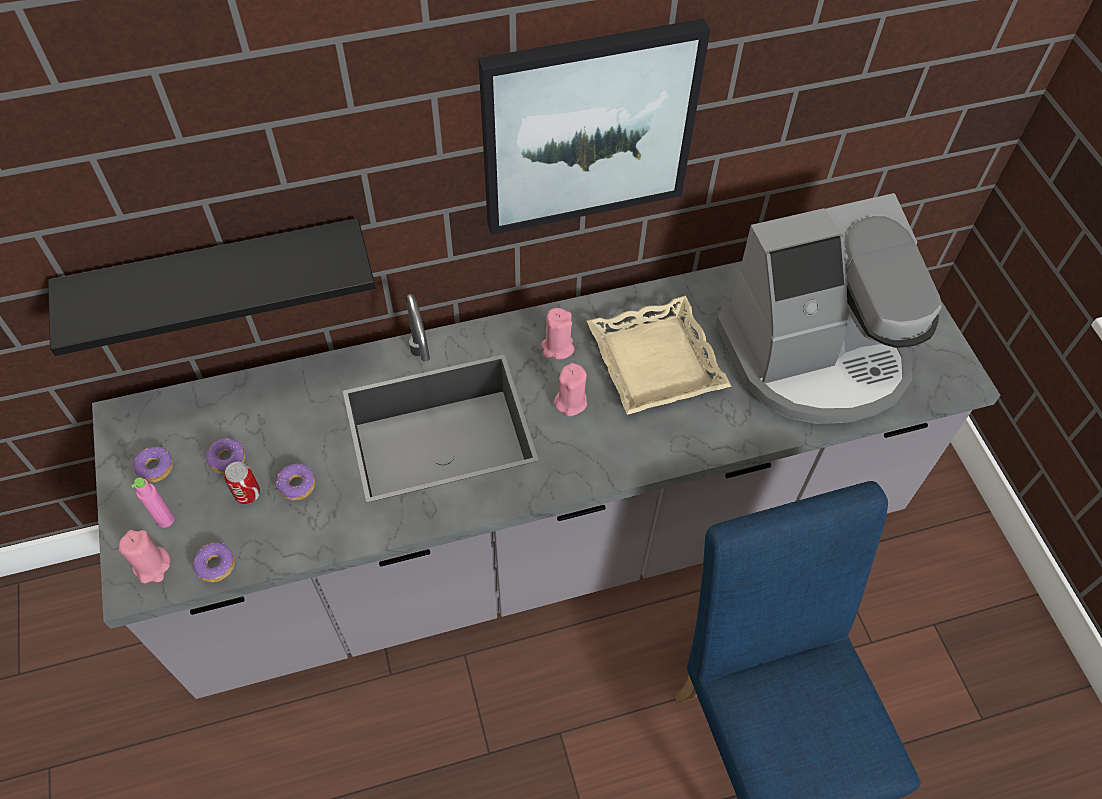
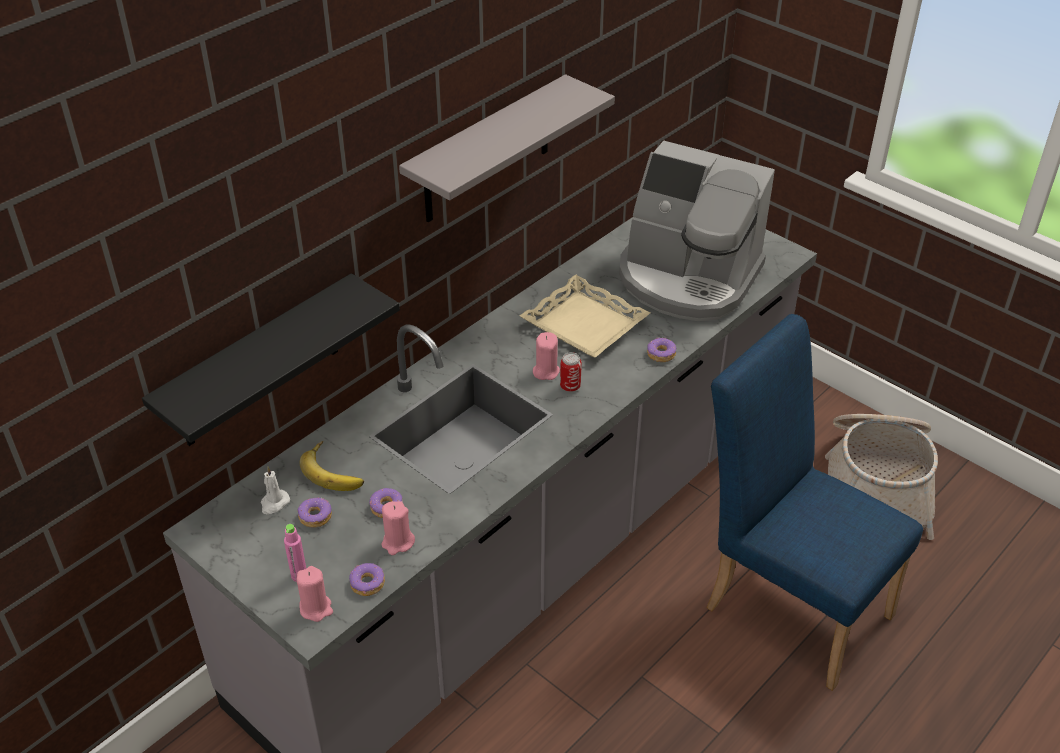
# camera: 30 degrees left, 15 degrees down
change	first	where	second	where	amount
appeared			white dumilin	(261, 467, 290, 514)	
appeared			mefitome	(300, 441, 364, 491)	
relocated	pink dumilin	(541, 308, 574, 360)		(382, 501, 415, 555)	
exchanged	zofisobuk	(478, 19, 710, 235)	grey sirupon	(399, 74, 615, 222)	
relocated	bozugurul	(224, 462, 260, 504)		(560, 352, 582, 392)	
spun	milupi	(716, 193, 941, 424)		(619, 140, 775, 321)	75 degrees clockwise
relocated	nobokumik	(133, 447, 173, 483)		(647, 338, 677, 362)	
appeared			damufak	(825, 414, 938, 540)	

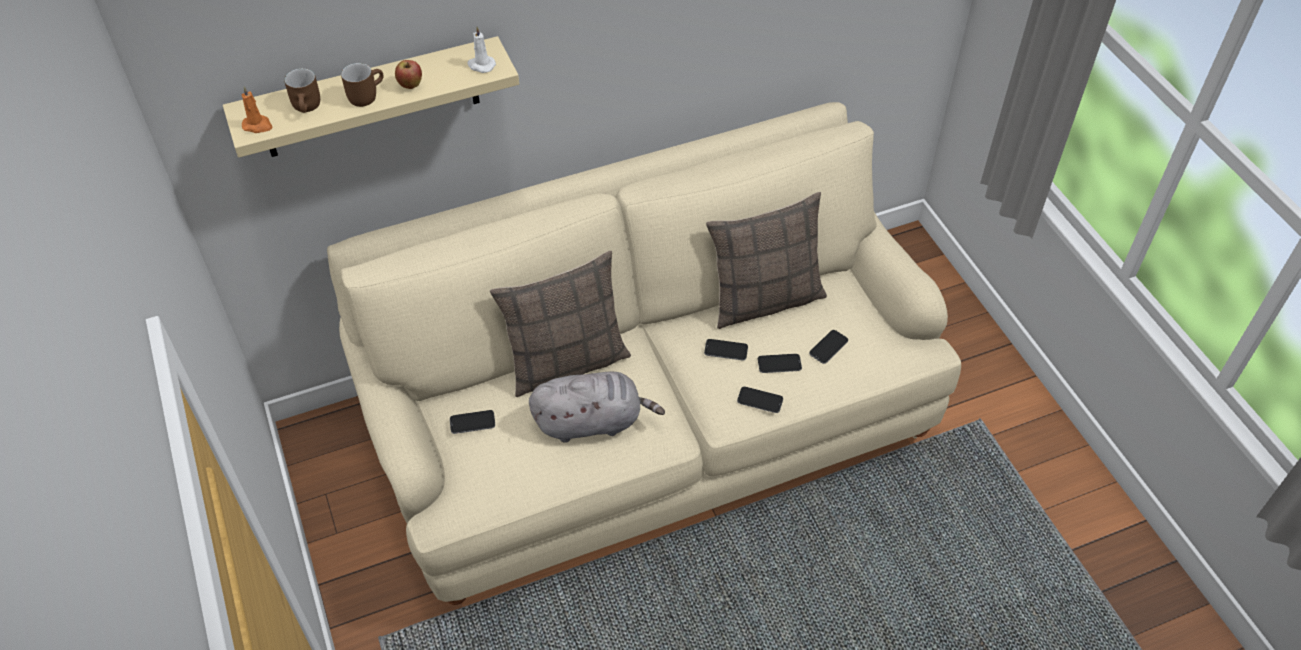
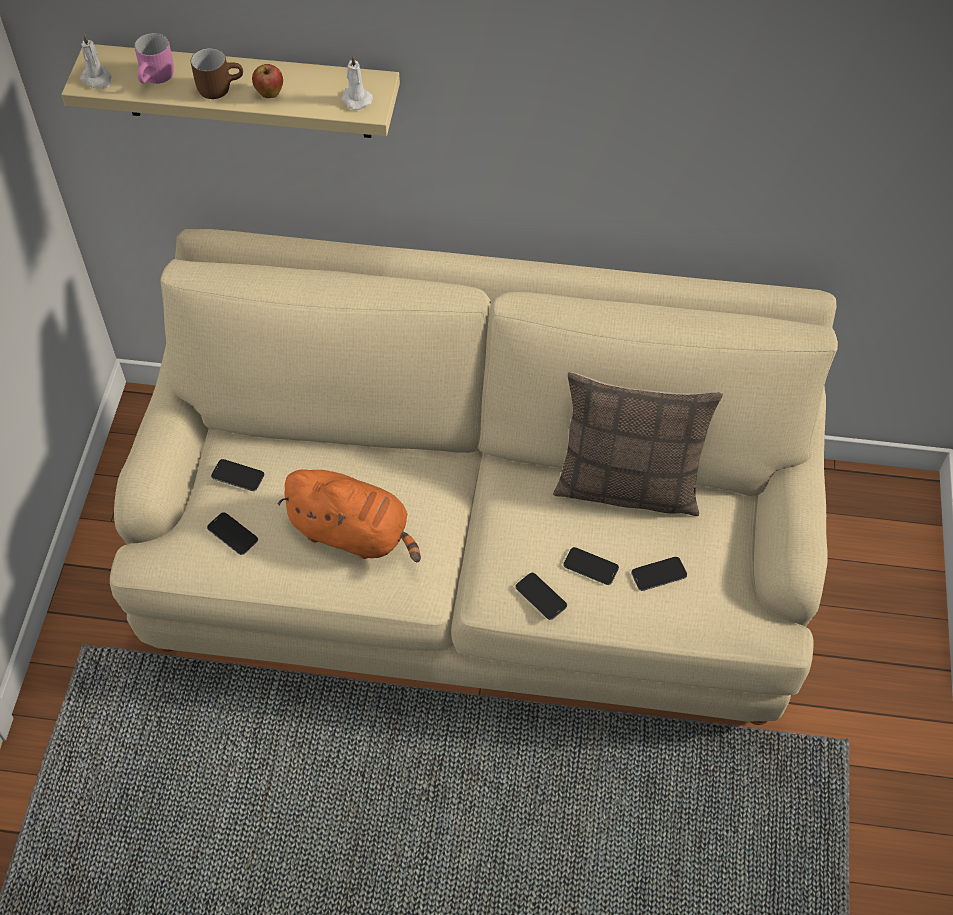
# camera: 30 degrees right, 5 degrees up
change	first	where	second	where	amount
colour	orange dumilin	(242, 86, 273, 133)	white dumilin	(80, 34, 112, 89)	
colour	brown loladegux	(284, 68, 320, 113)	pink loladegux	(134, 33, 174, 84)	
relocated	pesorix	(704, 339, 748, 360)		(207, 512, 258, 555)	
colour	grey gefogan	(529, 372, 665, 443)	orange gefogan	(278, 469, 421, 562)	
missing	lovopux	(490, 251, 631, 397)			

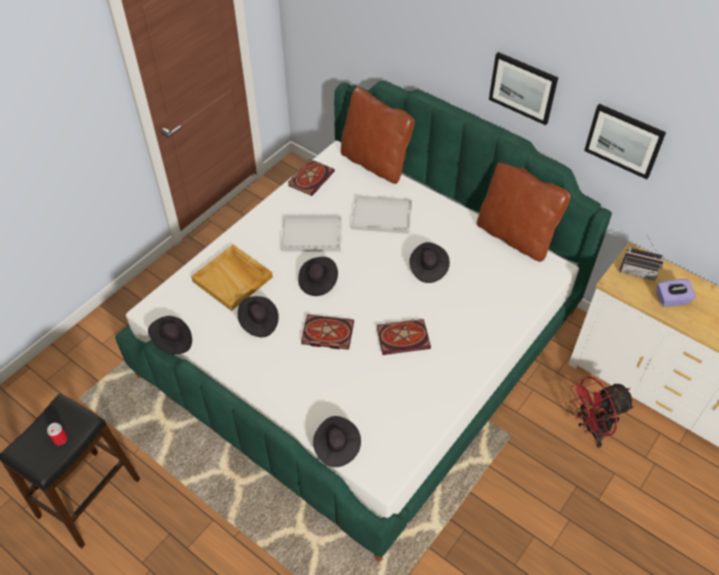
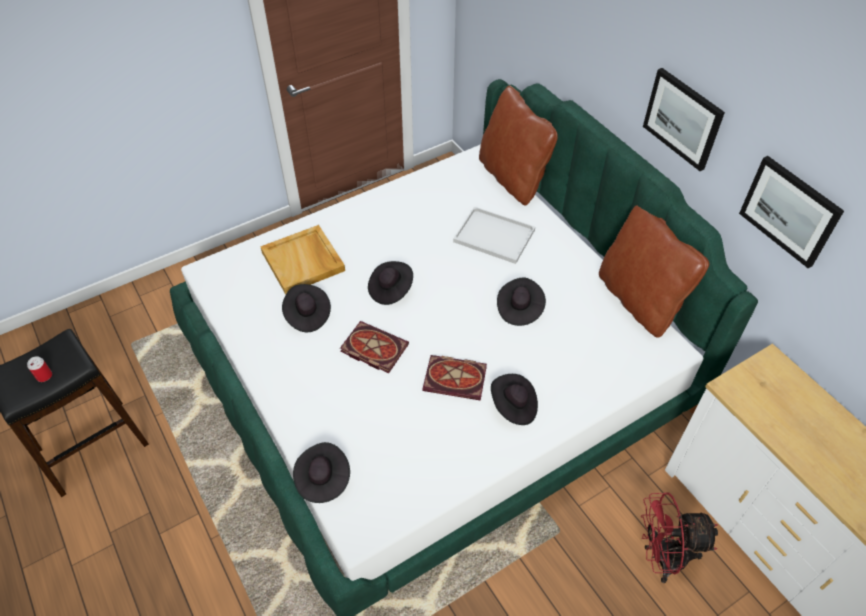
# camera: 20 degrees right, 0 degrees up
change	first	where	second	where	amount
relocated	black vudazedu	(148, 316, 192, 354)		(491, 374, 538, 425)	
missing	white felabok	(281, 216, 342, 251)			
missing	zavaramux	(288, 159, 335, 196)			
missing	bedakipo	(619, 237, 664, 281)			
missing	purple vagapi	(657, 279, 696, 307)			

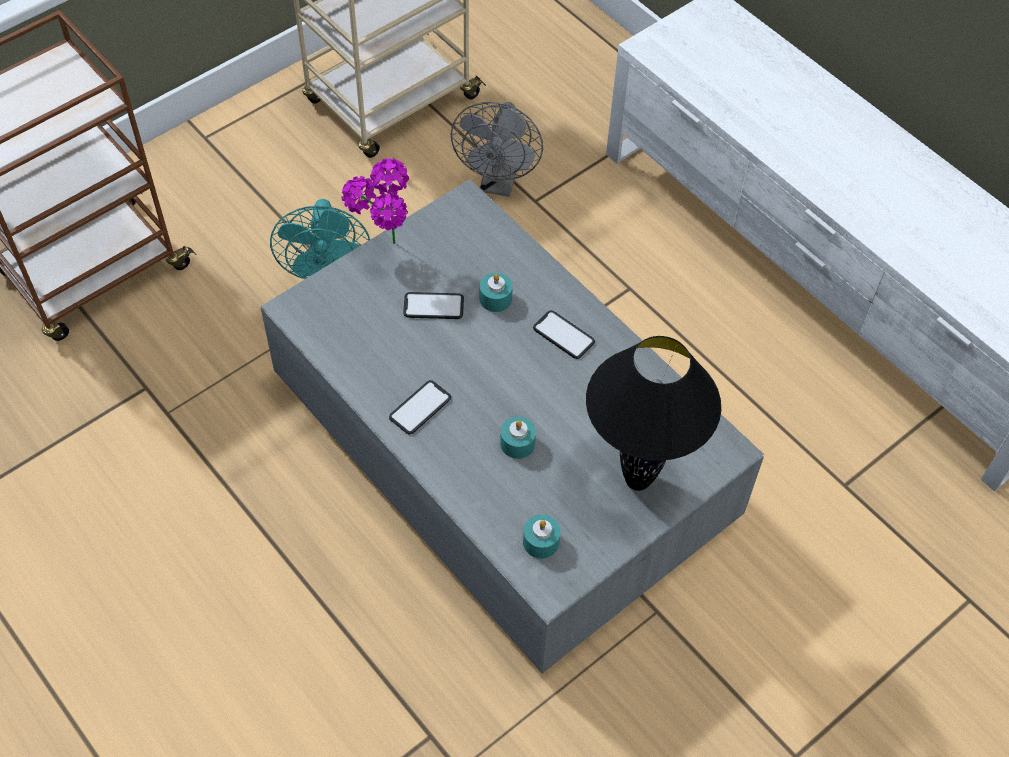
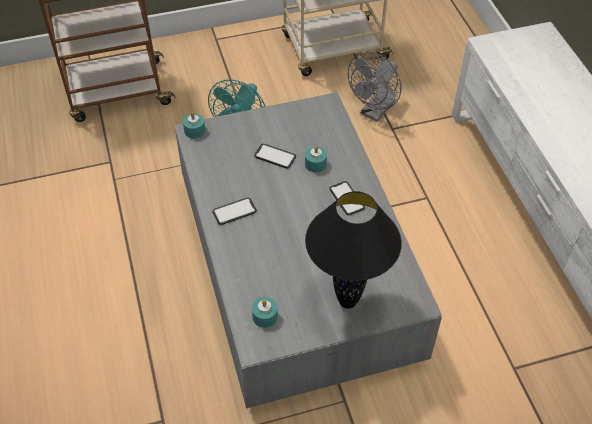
# camera: 25 degrees right, 5 degrees down
change	first	where	second	where	amount
relocated	turquoise dumilin	(500, 417, 536, 459)		(183, 112, 205, 139)	
missing	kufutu	(341, 158, 409, 244)			

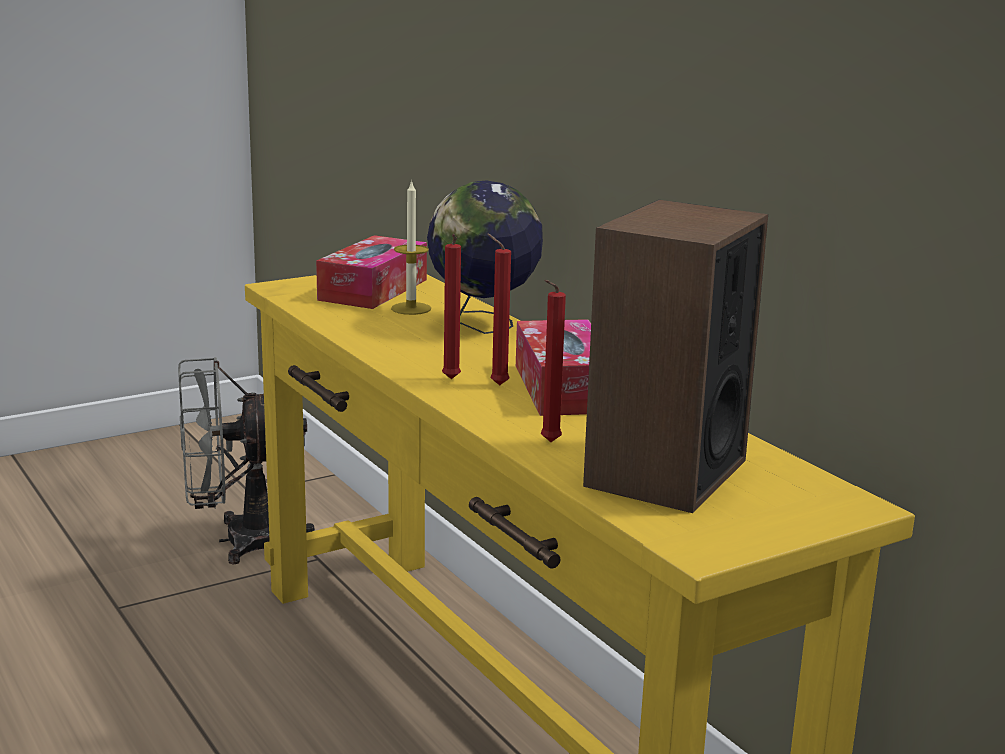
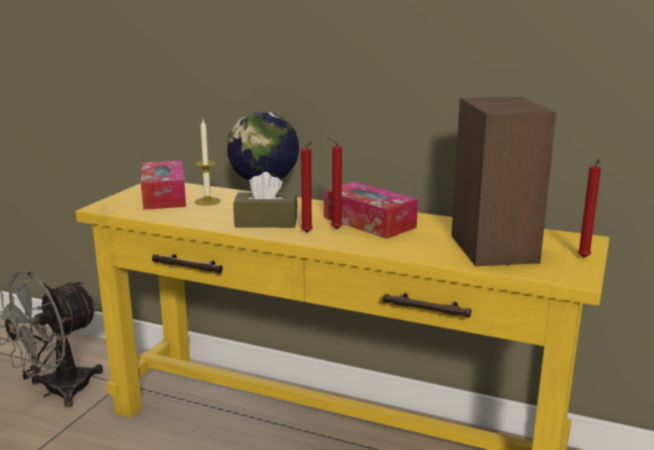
# camera: 35 degrees left, 0 degrees up
change	first	where	second	where	amount
appeared			brown vagapi	(233, 172, 298, 228)	
relocated	red dumilin	(541, 280, 566, 442)		(578, 159, 601, 258)	

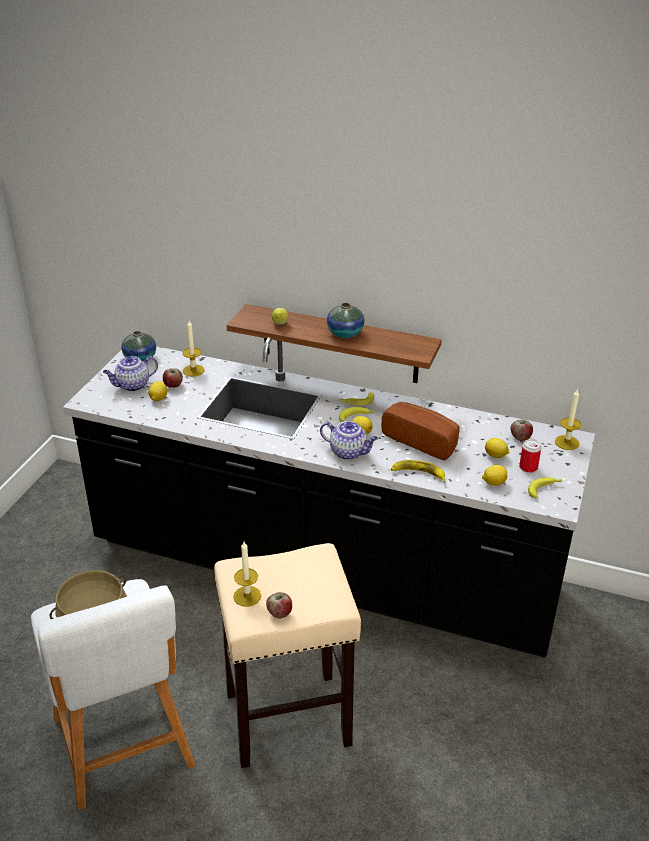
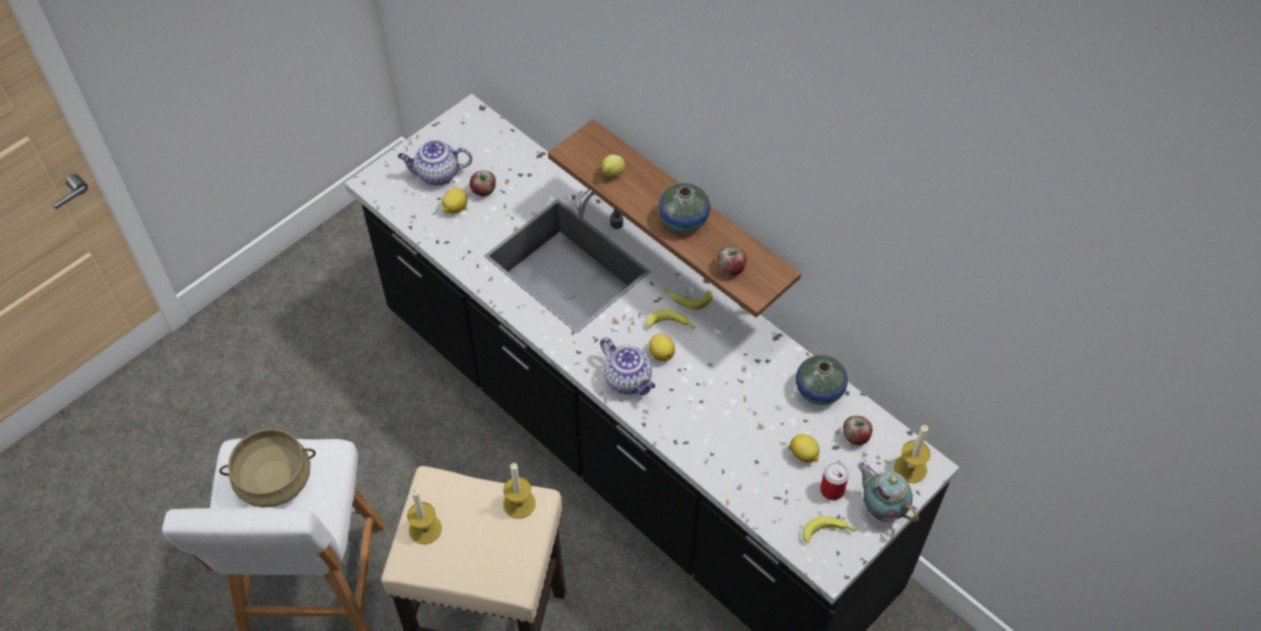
# camera: 25 degrees right, 20 degrees up
change	first	where	second	where	amount
relocated	dumilin	(183, 320, 204, 377)		(503, 462, 536, 519)	
relocated	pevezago	(266, 592, 292, 618)		(717, 246, 747, 276)	
relocated	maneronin	(121, 331, 156, 361)		(796, 355, 848, 405)	
appeared			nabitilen	(857, 462, 919, 522)	
missing	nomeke	(381, 402, 460, 461)			
missing	mefitome	(391, 460, 446, 483)			
missing	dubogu	(482, 465, 507, 486)			

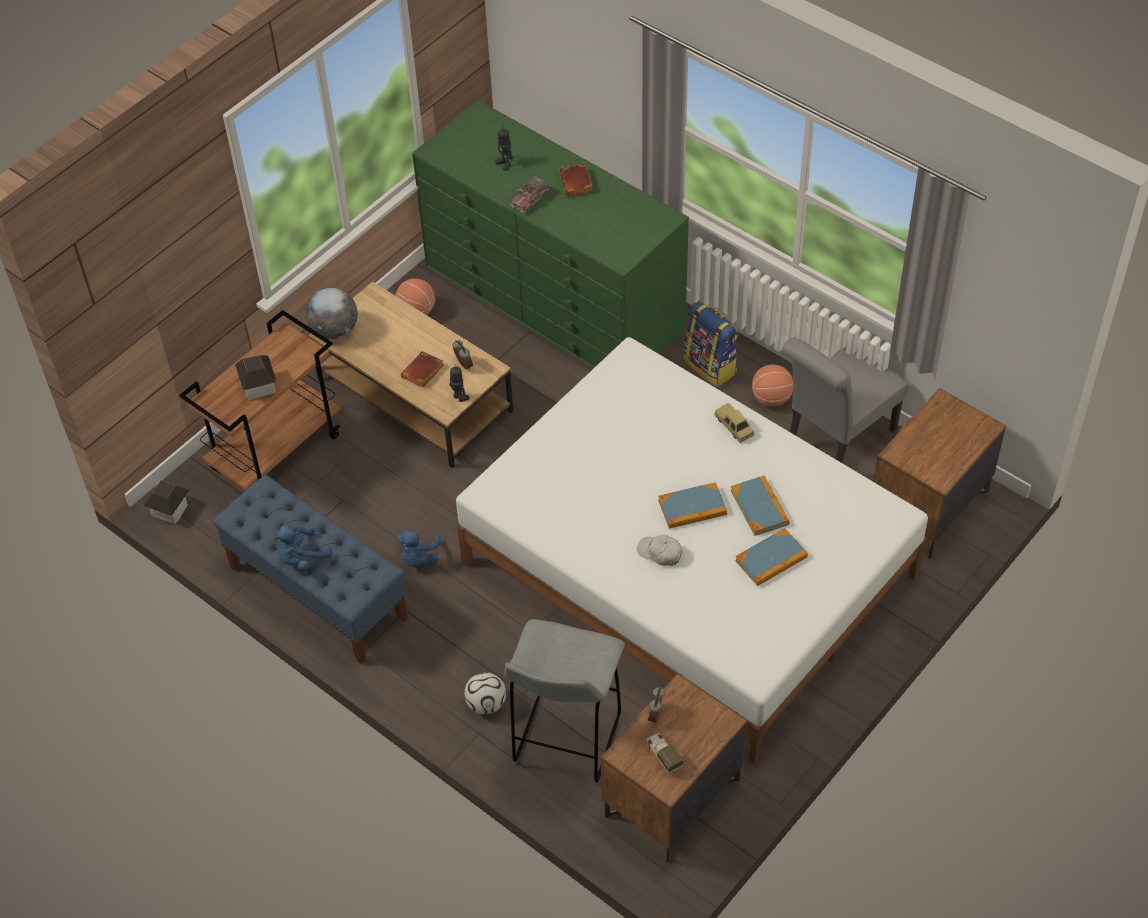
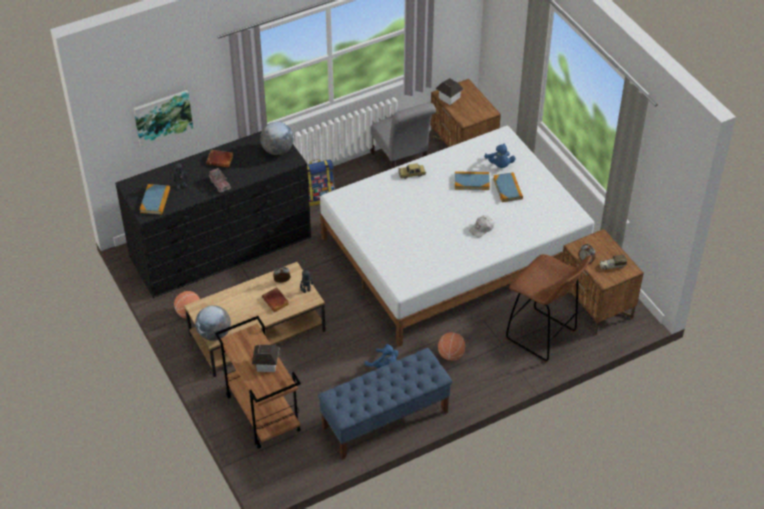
# camera: 70 degrees left, 5 degrees down
change	first	where	second	where	amount
colour	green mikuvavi	(412, 100, 689, 368)	black mikuvavi	(115, 131, 311, 298)	
appeared			zofisobuk	(133, 90, 193, 147)	
relocated	zavaramux	(658, 482, 727, 529)		(140, 184, 170, 215)	
appeared			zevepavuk	(260, 122, 293, 155)	
relocated	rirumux	(144, 480, 189, 524)		(435, 78, 464, 105)	
relocated	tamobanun	(752, 365, 793, 406)		(438, 332, 466, 361)	
relocated	blue gefogan	(274, 524, 332, 571)		(484, 144, 515, 168)	
colour	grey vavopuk	(504, 619, 625, 784)	brown vavopuk	(506, 254, 592, 362)	
missing	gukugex	(464, 672, 506, 715)			

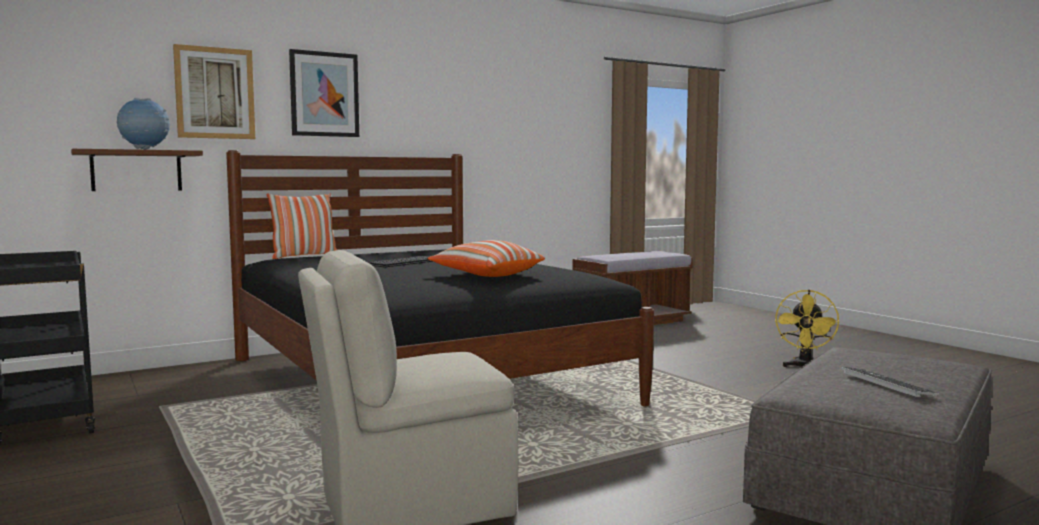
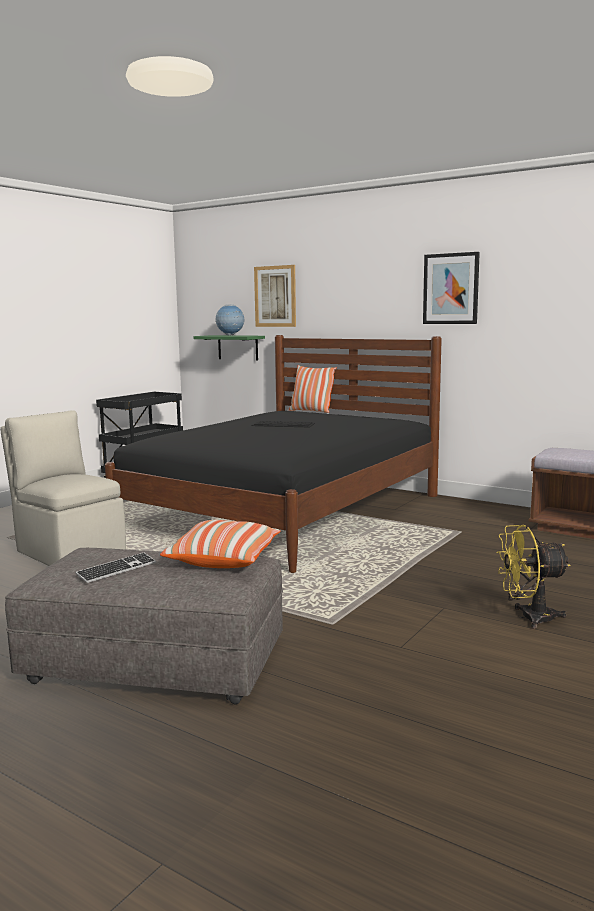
# camera: 65 degrees right, 5 degrees up
change	first	where	second	where	amount
relocated	lovopux	(428, 240, 545, 277)		(160, 520, 281, 568)	
colour	brown sirupon	(71, 149, 203, 191)	green sirupon	(194, 335, 265, 360)	
relocated	zofisobuk	(289, 49, 359, 137)		(423, 252, 480, 324)	

